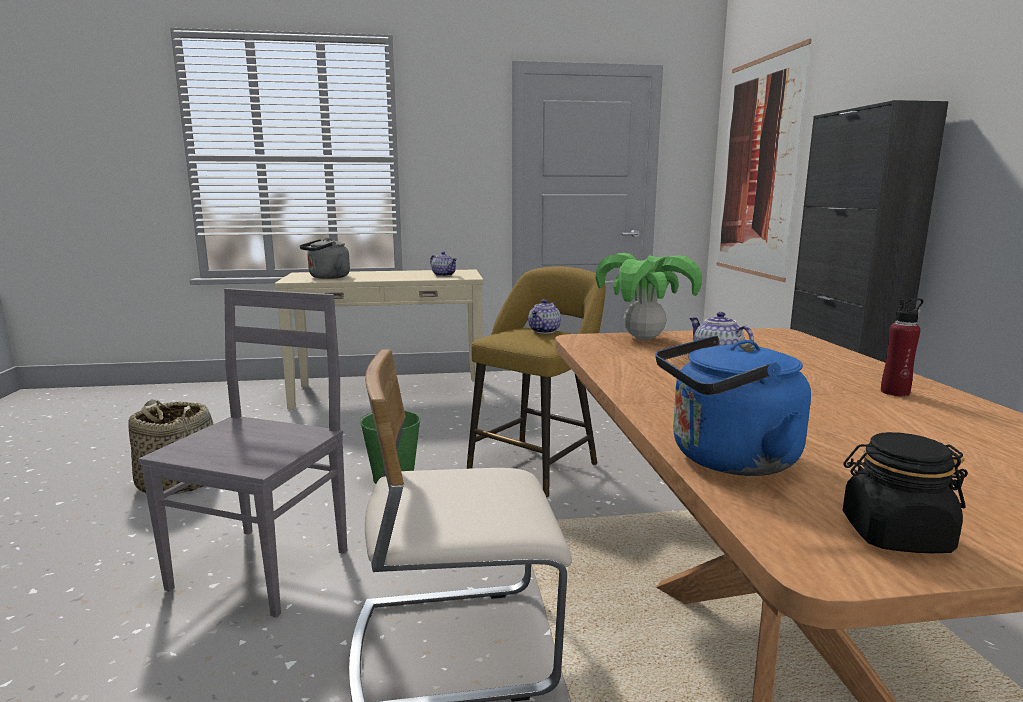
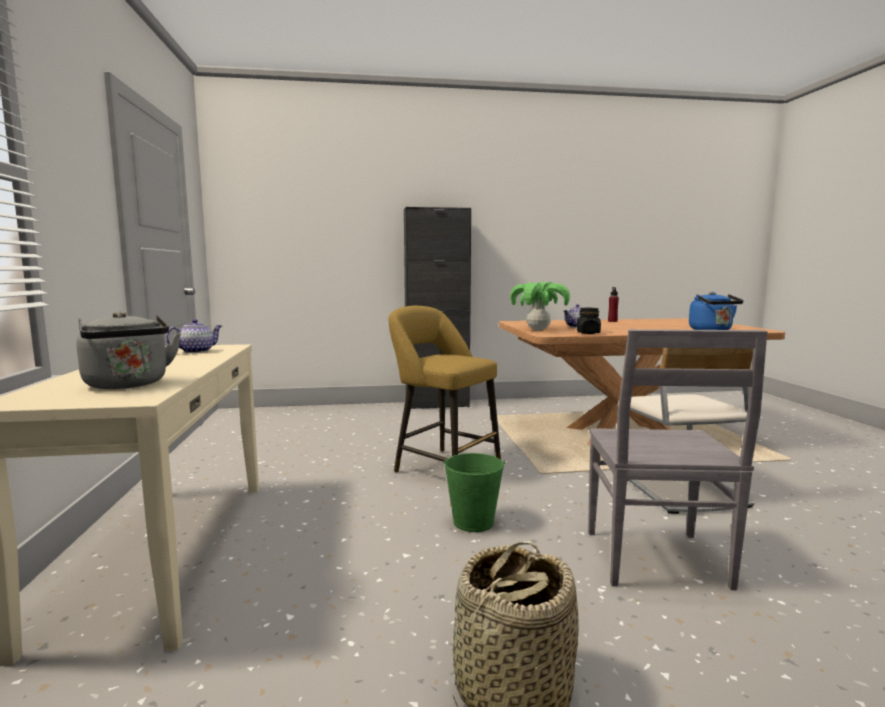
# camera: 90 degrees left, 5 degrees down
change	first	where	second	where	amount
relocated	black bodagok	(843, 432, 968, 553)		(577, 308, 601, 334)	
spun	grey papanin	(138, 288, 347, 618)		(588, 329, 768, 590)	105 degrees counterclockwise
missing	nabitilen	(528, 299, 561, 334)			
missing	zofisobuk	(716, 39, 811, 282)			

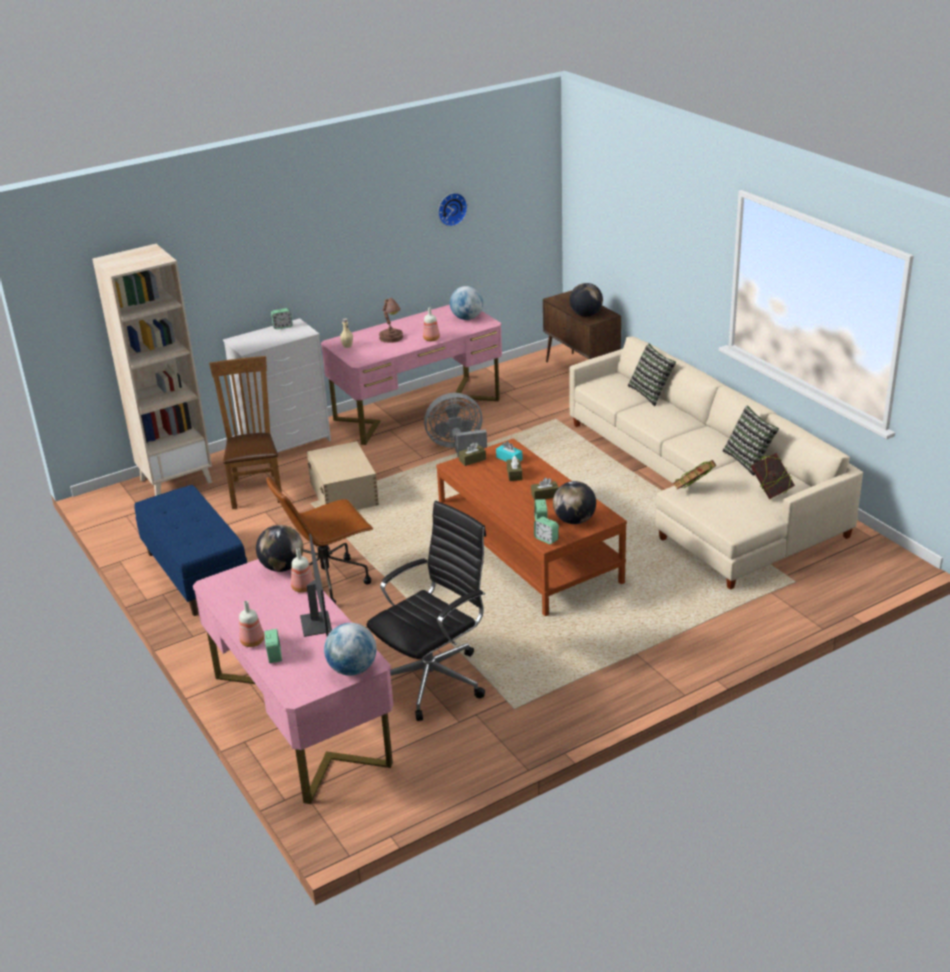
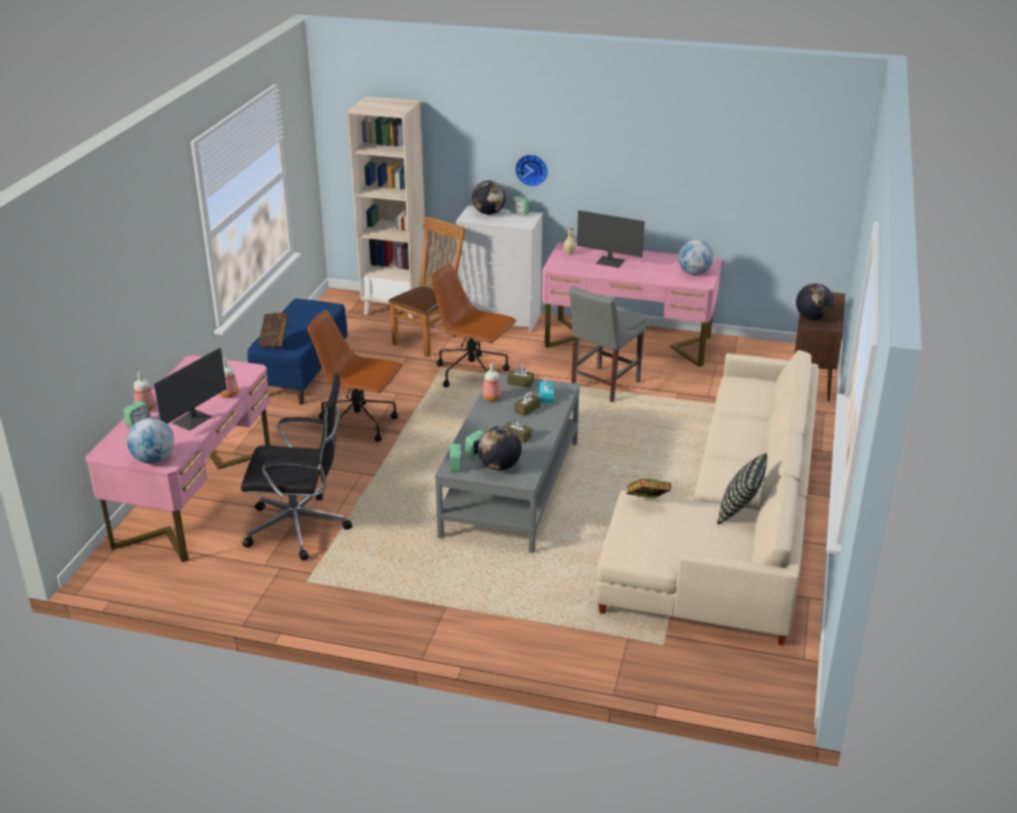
# camera: 45 degrees right, 0 degrees up
change	first	where	second	where	amount
relocated	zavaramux	(751, 453, 795, 499)		(259, 311, 288, 348)	
exchanged	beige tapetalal	(307, 441, 379, 510)	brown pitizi	(430, 264, 516, 387)	
colour	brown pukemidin	(436, 438, 627, 616)	grey pukemidin	(435, 373, 580, 553)	
relocated	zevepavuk	(256, 525, 303, 572)		(472, 180, 506, 215)	
relocated	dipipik	(423, 307, 440, 341)		(482, 363, 502, 401)	
relocated	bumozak	(438, 193, 468, 227)		(515, 154, 548, 187)	
exchanged	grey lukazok	(424, 393, 487, 457)	grey papanin	(569, 286, 647, 402)	
exchanged	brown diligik	(379, 298, 403, 343)	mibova	(577, 210, 645, 268)	
missing	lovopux	(628, 343, 676, 406)			

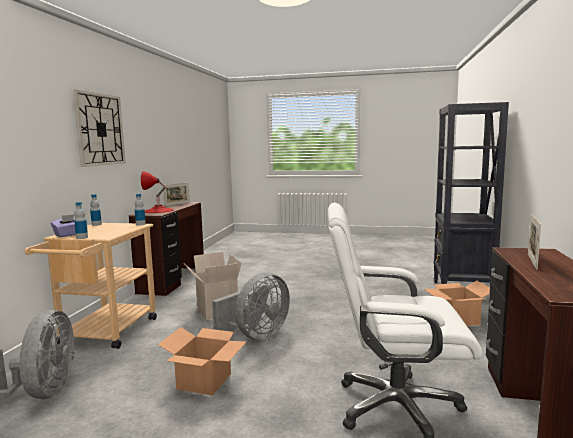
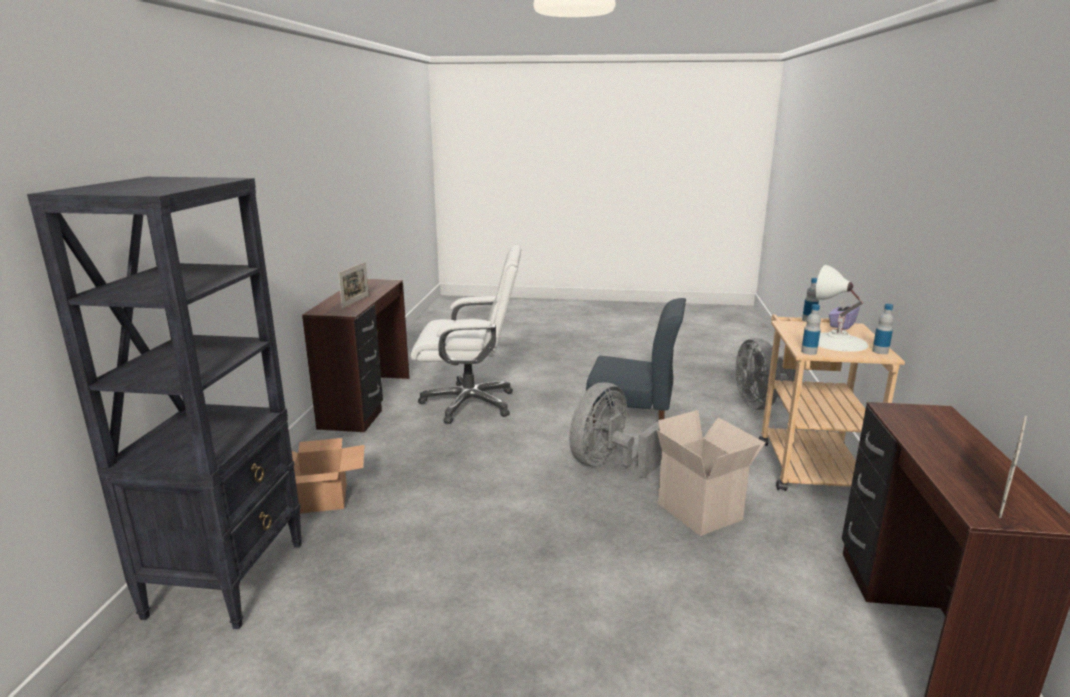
# camera: 175 degrees right, 10 degrees up
change	first	where	second	where	amount
exchanged	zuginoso	(158, 327, 246, 396)	blue papanin	(586, 298, 686, 426)	
appeared			white diligik	(815, 265, 868, 352)	
missing	bumozak	(73, 90, 126, 167)			
missing	red diligik	(141, 171, 173, 213)			

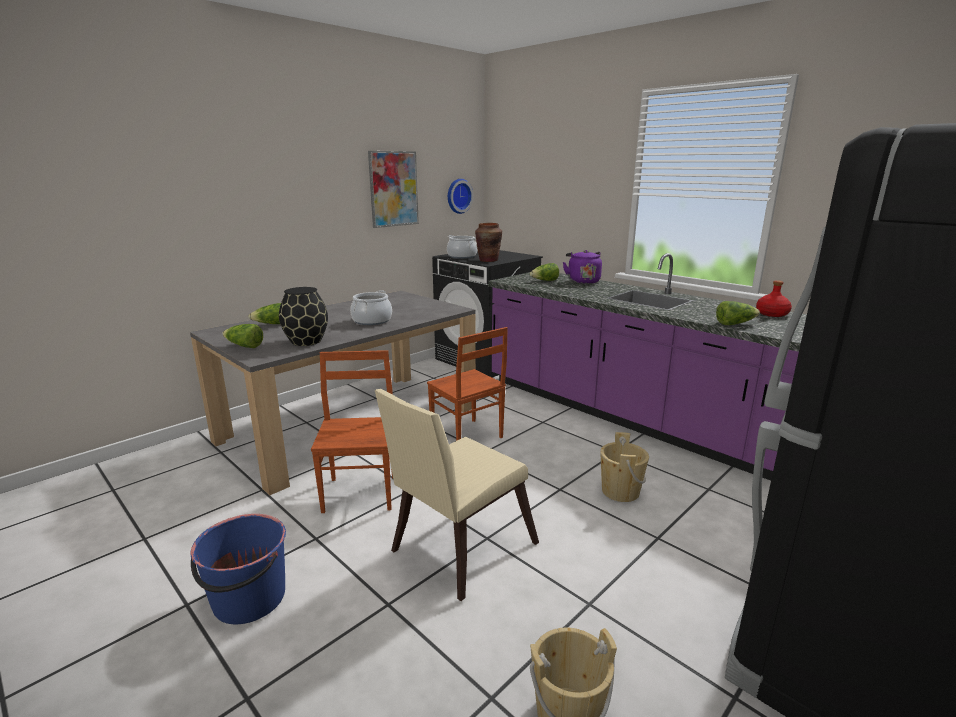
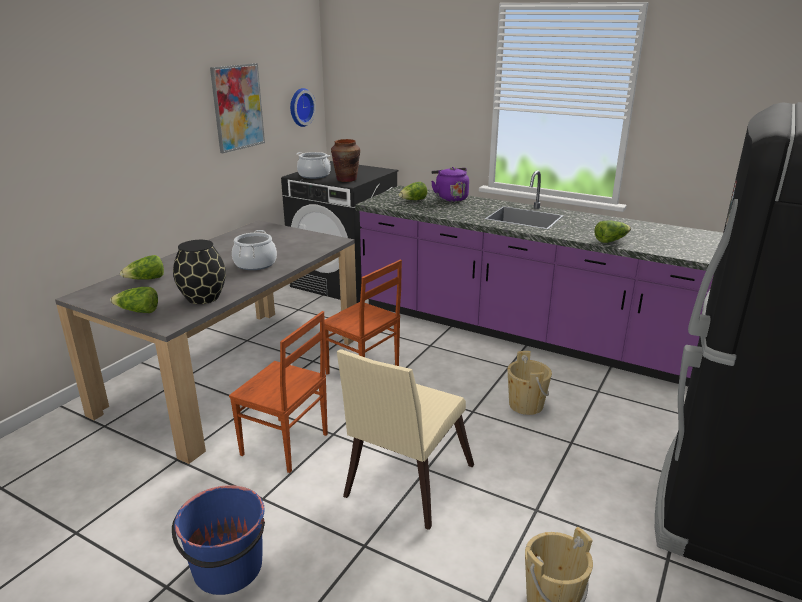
# camera: 15 degrees left, 5 degrees up
change	first	where	second	where	amount
spun	brown papanin	(311, 350, 393, 513)		(229, 311, 328, 473)	135 degrees clockwise
missing	red dipipik	(756, 280, 792, 317)			

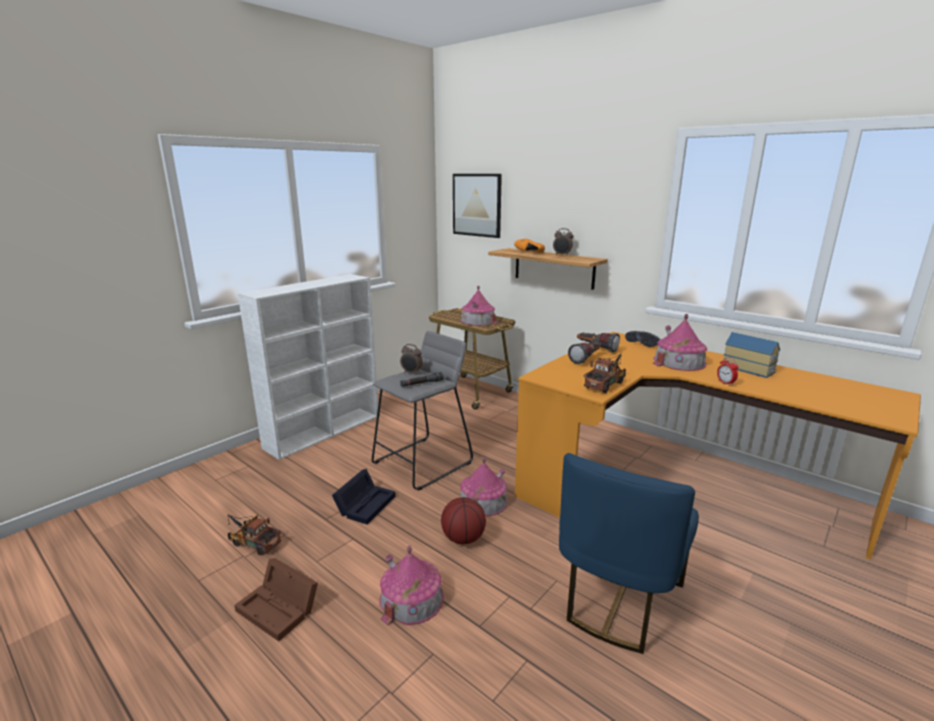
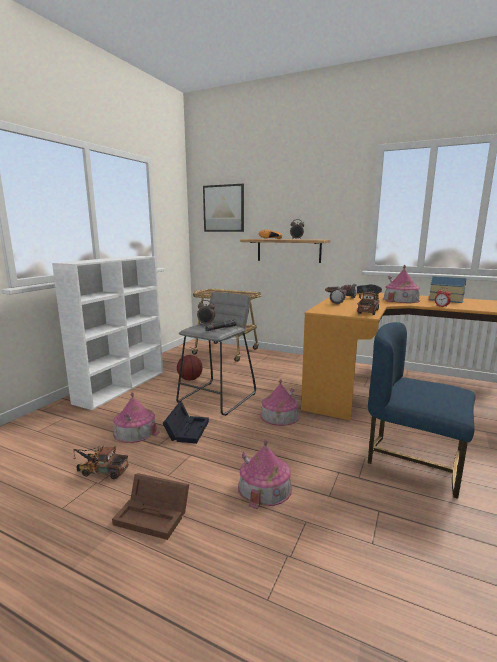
# camera: 15 degrees left, 5 degrees down
change	first	where	second	where	amount
relocated	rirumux	(460, 286, 498, 326)		(113, 392, 160, 443)	
relocated	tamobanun	(441, 497, 486, 544)		(177, 355, 203, 381)	
spun	blue papanin	(559, 453, 699, 654)		(368, 322, 475, 499)	105 degrees clockwise

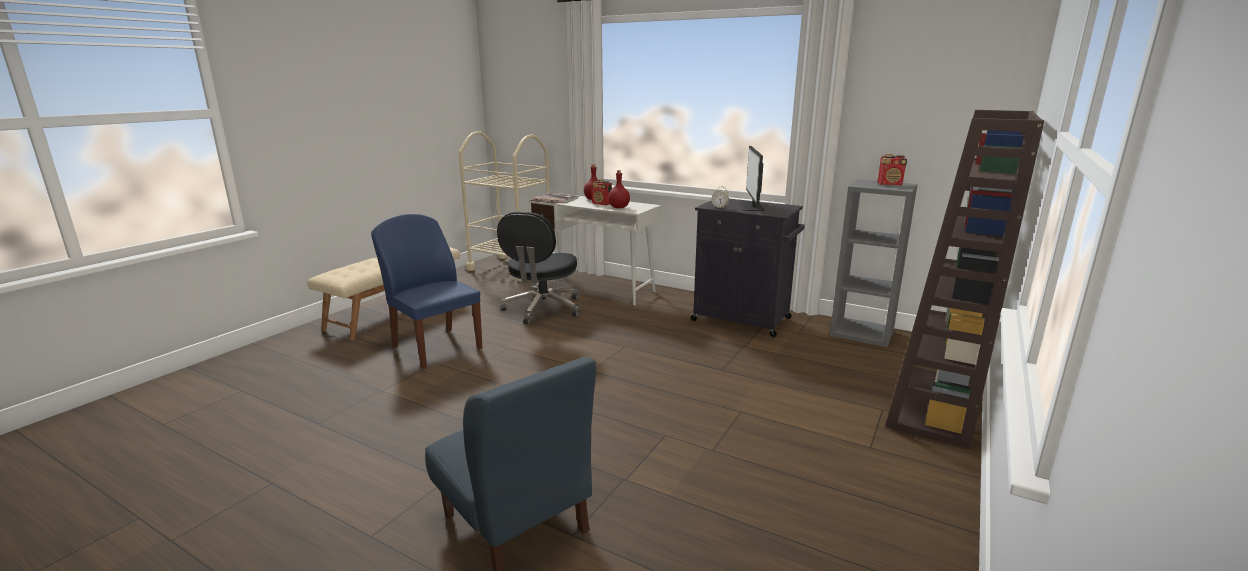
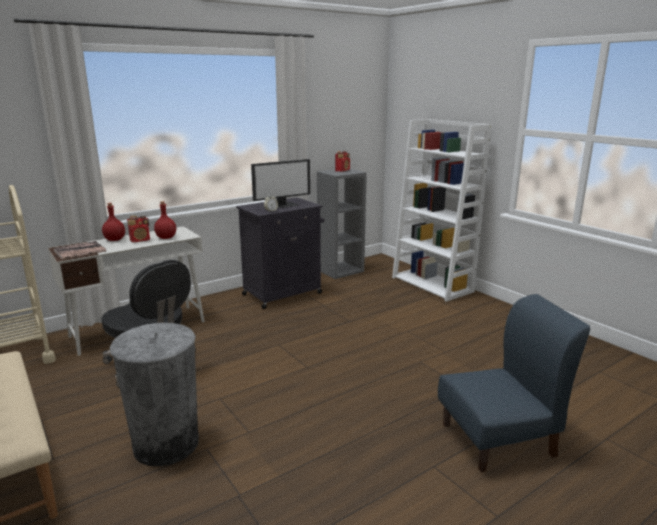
# camera: 65 degrees left, 0 degrees up
change	first	where	second	where	amount
exchanged	blue papanin	(371, 214, 482, 369)	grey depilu	(110, 323, 199, 466)	
spun	mibova	(739, 146, 765, 211)		(251, 159, 310, 208)	60 degrees counterclockwise
colour	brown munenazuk	(885, 110, 1044, 449)	white munenazuk	(392, 119, 492, 302)	

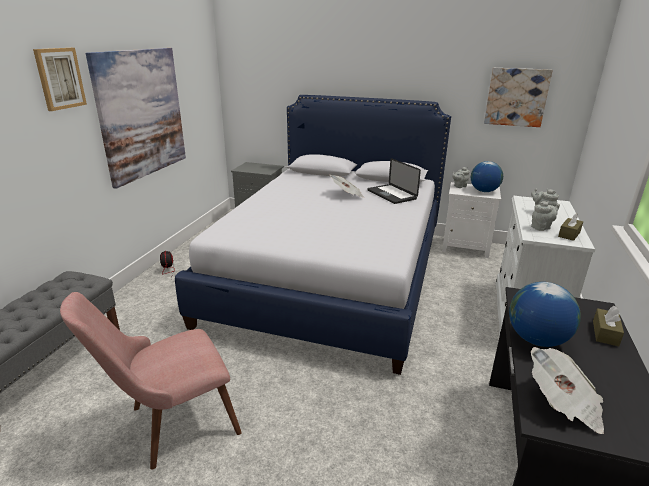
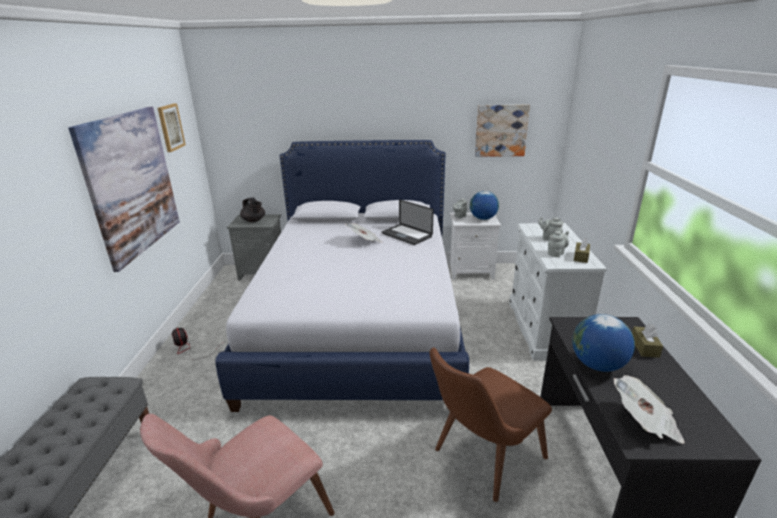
# camera: 15 degrees left, 0 degrees up
change	first	where	second	where	amount
relocated	zofisobuk	(33, 48, 87, 111)		(158, 103, 186, 152)	
appeared			black nabitilen	(240, 198, 265, 222)	
appeared			brown papanin	(430, 348, 552, 502)	

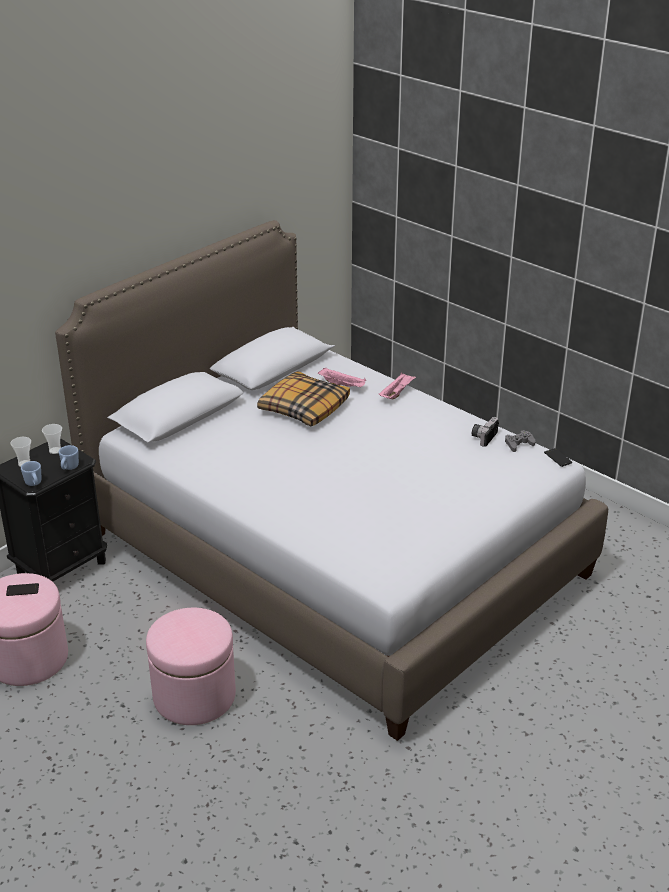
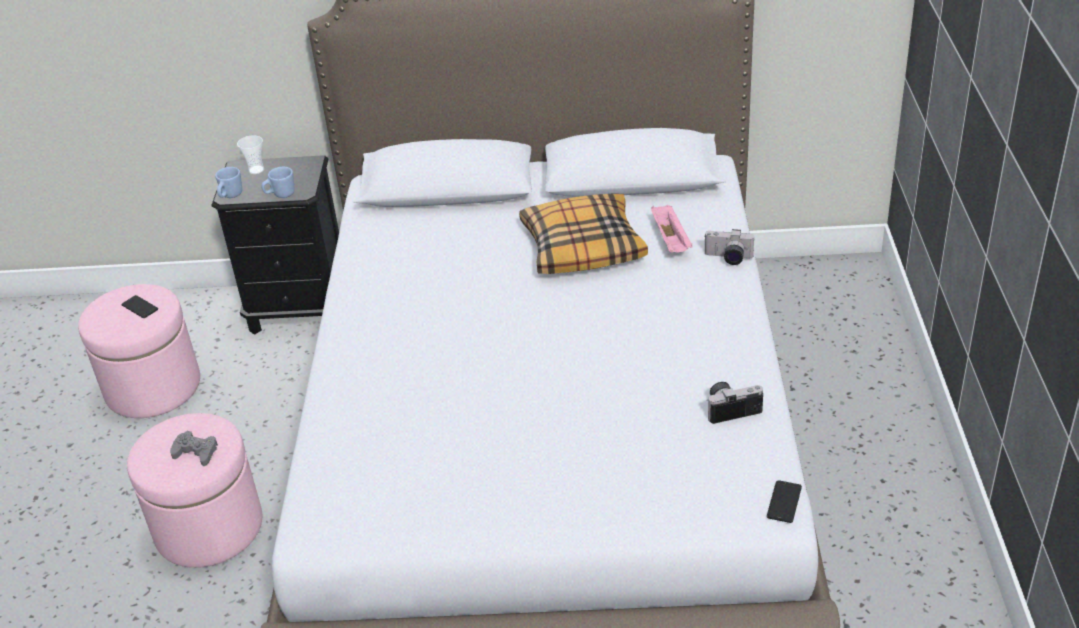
# camera: 50 degrees right, 5 degrees up
change	first	where	second	where	amount
relocated	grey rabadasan	(505, 430, 535, 452)		(170, 431, 218, 466)	
appeared			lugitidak	(704, 229, 755, 265)	
missing	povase	(42, 424, 62, 454)			
missing	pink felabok	(379, 372, 416, 399)			

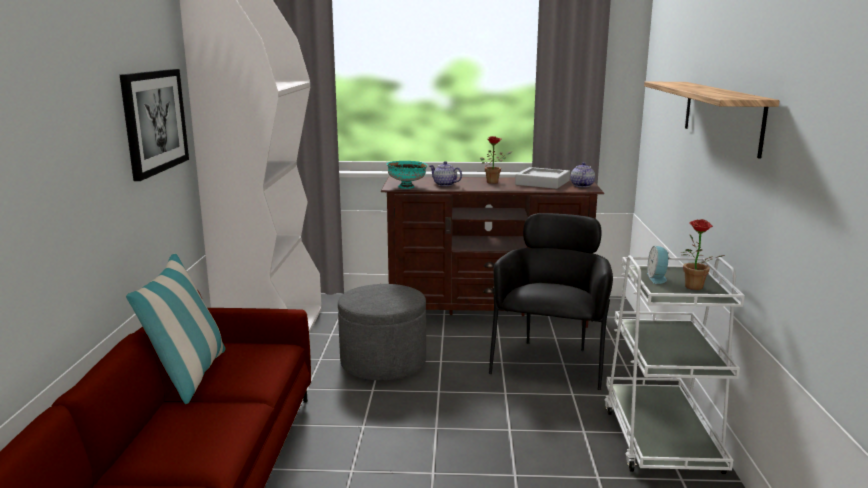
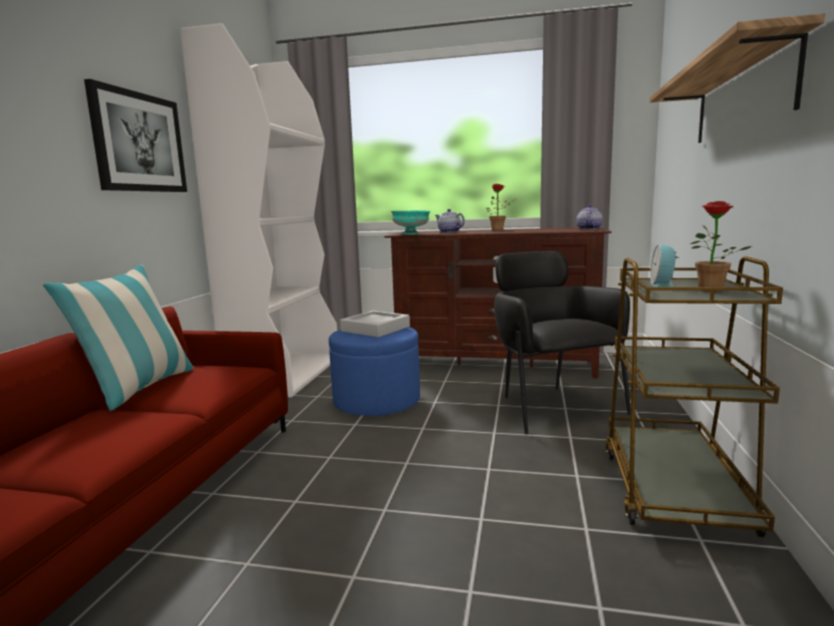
# camera: 10 degrees right, 5 degrees down
change	first	where	second	where	amount
colour	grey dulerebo	(338, 284, 426, 380)	blue dulerebo	(329, 327, 420, 416)	
relocated	grey felabok	(515, 167, 570, 189)		(340, 310, 410, 337)	
spun	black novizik	(489, 213, 613, 390)		(494, 251, 631, 434)	45 degrees counterclockwise
colour	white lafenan	(605, 255, 745, 474)	brown lafenan	(605, 256, 783, 537)	

